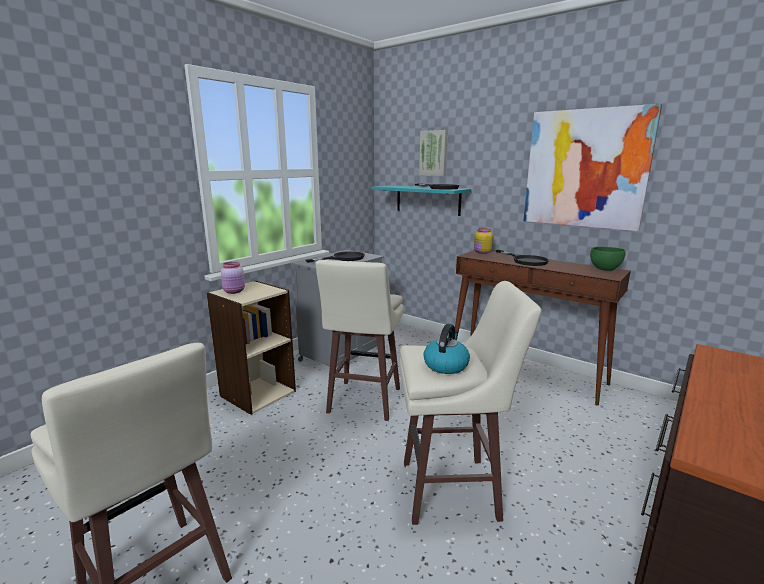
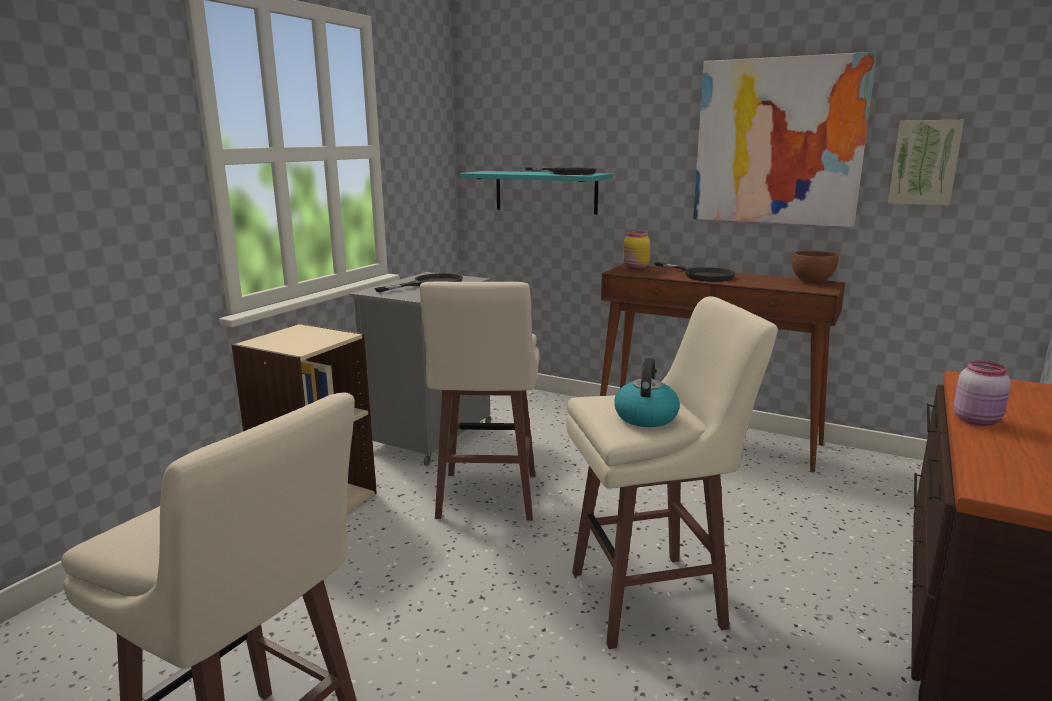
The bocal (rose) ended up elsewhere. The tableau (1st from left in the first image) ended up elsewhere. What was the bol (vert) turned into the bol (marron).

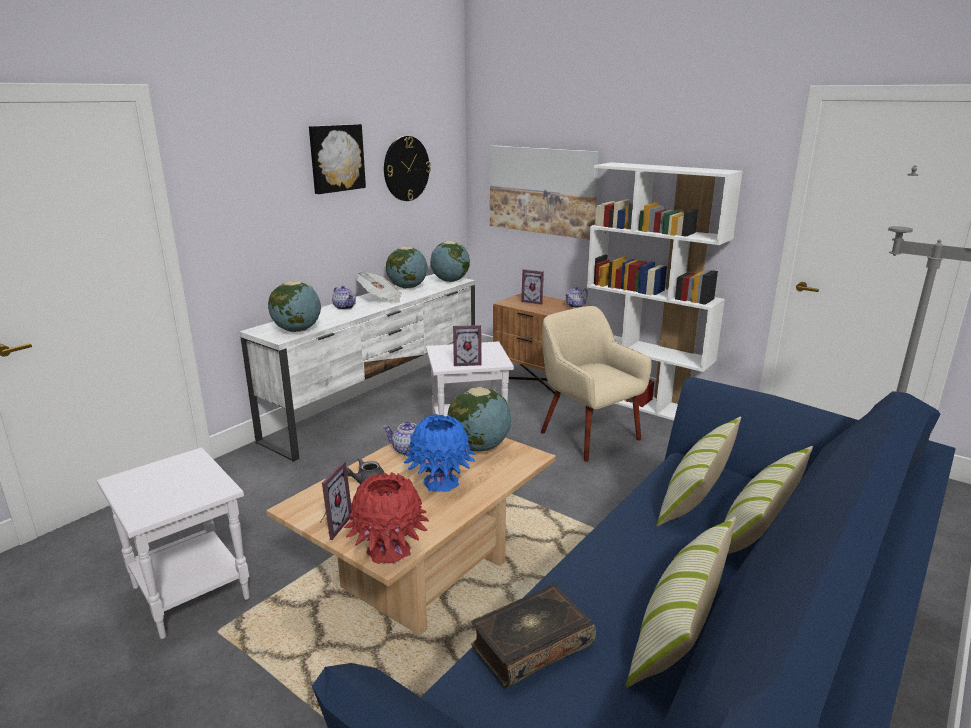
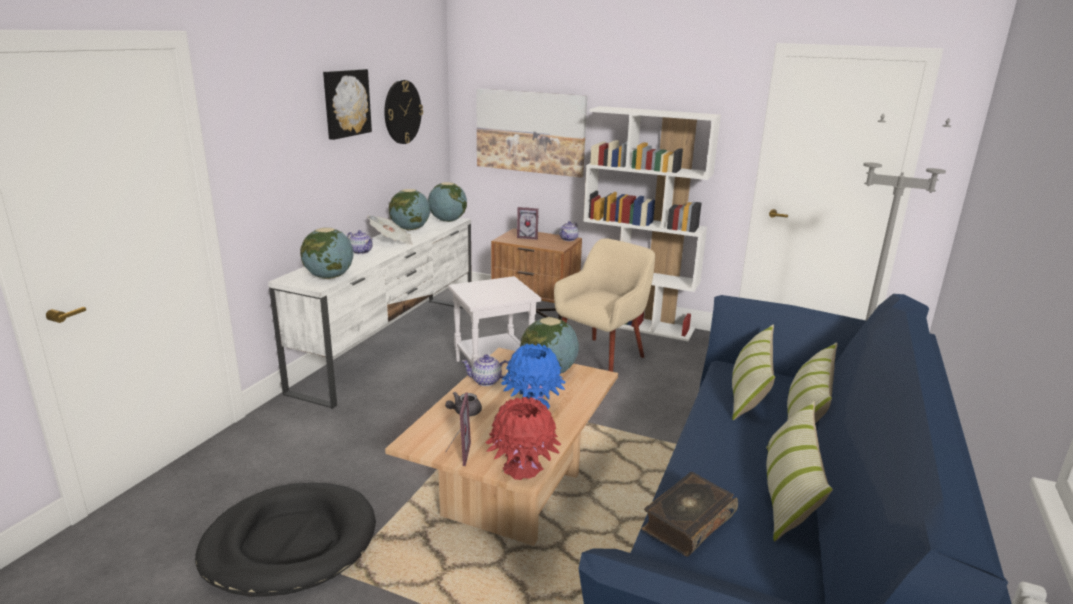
The second view lost the cadre photo (2nd from left). Where the table d'appoint (blanc) (1st from left) stood, the panier pour chien (noir) came to stand. The fauteuil (beige) ended up facing another way, 90 degrees clockwise from before.

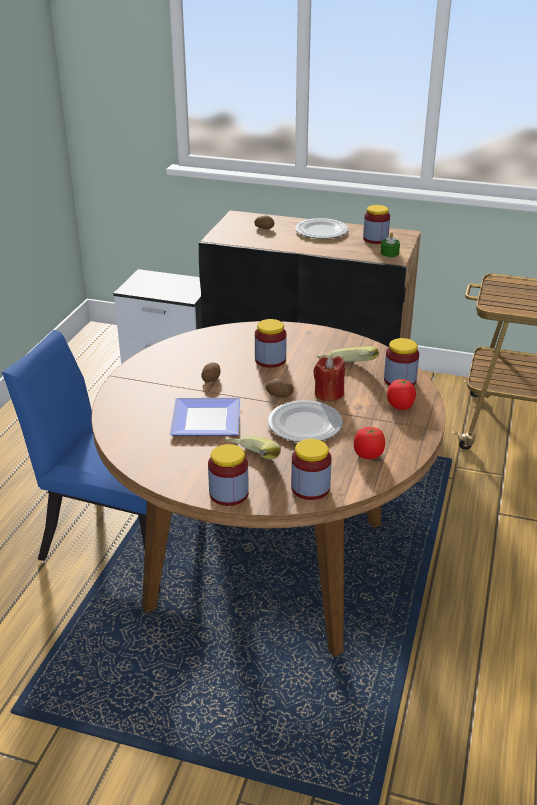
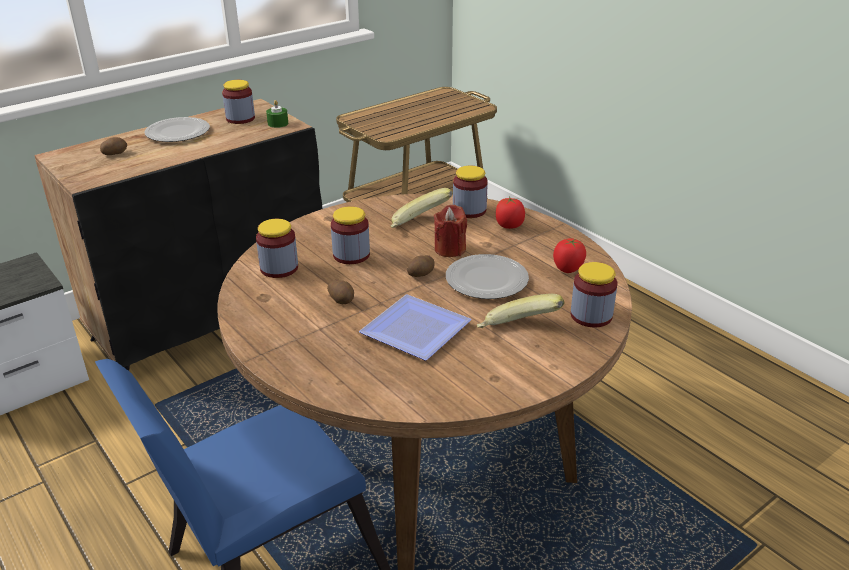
The bocal (1st from left in the first image) ended up elsewhere.

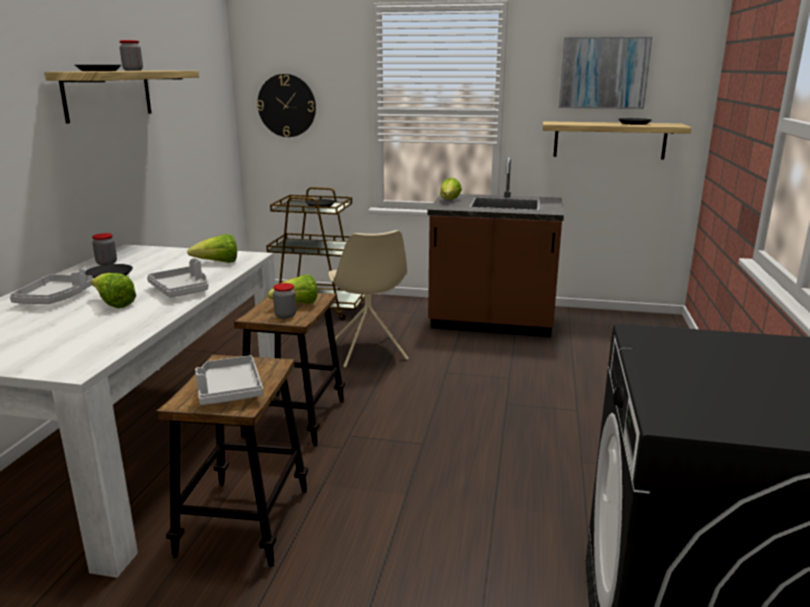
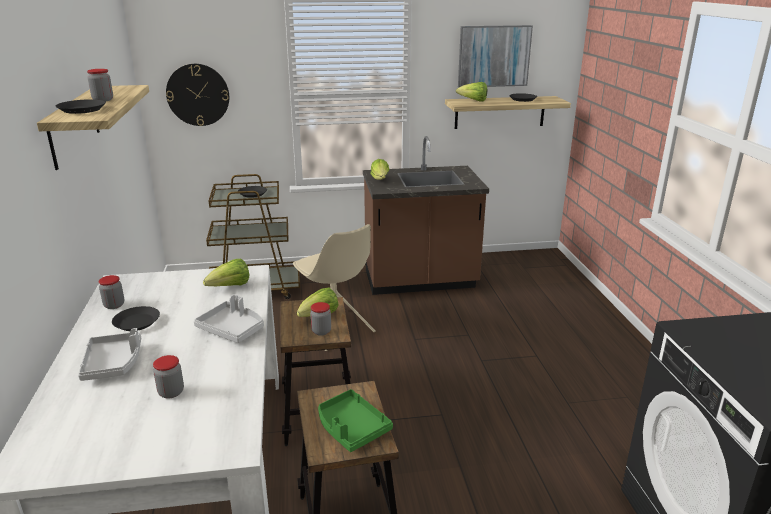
The second view gained the bocal (3rd from left). The laitue (1st from left in the first image) ended up elsewhere. What was the plateau (gris) (3rd from left) turned into the plateau (vert).

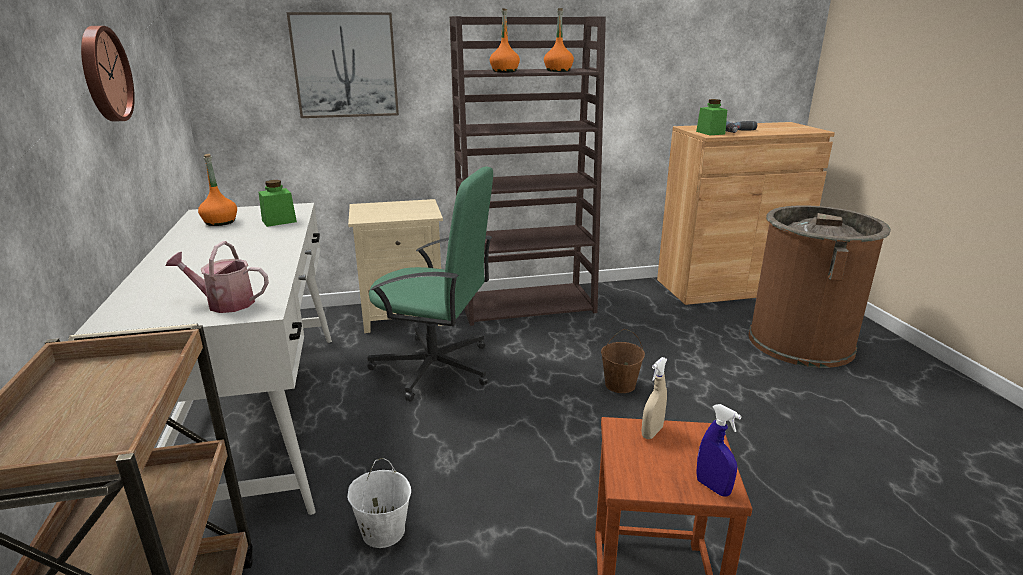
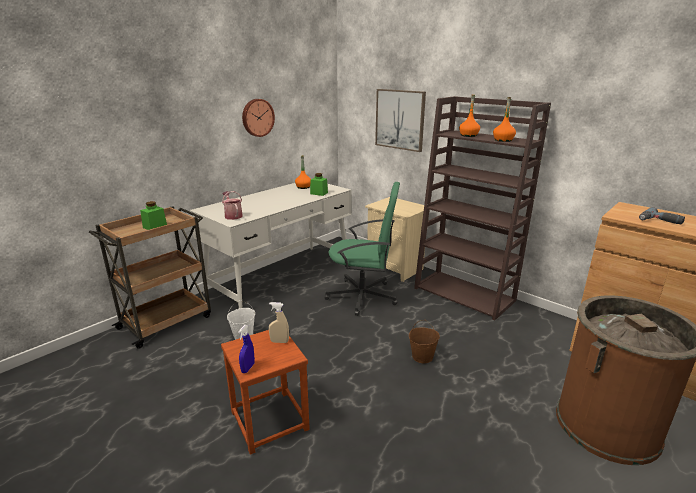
The bocal (vert) (2nd from left in the first image) ended up elsewhere. The chaise de bureau (vert) ended up facing another way, 60 degrees counterclockwise from before.

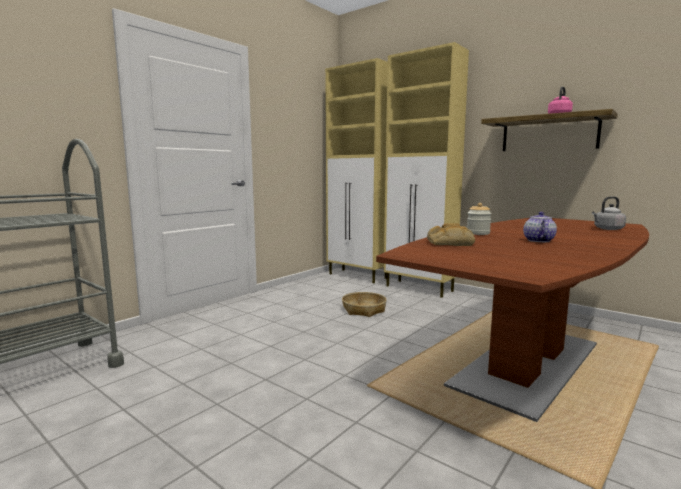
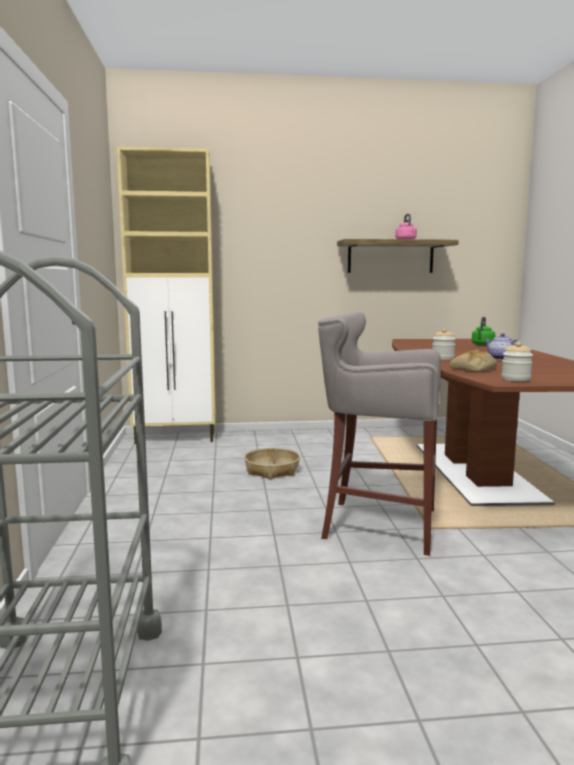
The second view lost the meuble de rangement (beige) (2nd from left). The second view gained the tabouret (gris). The second view gained the bocal (2nd from left). What was the bouilloire (gris) turned into the bouilloire (vert).

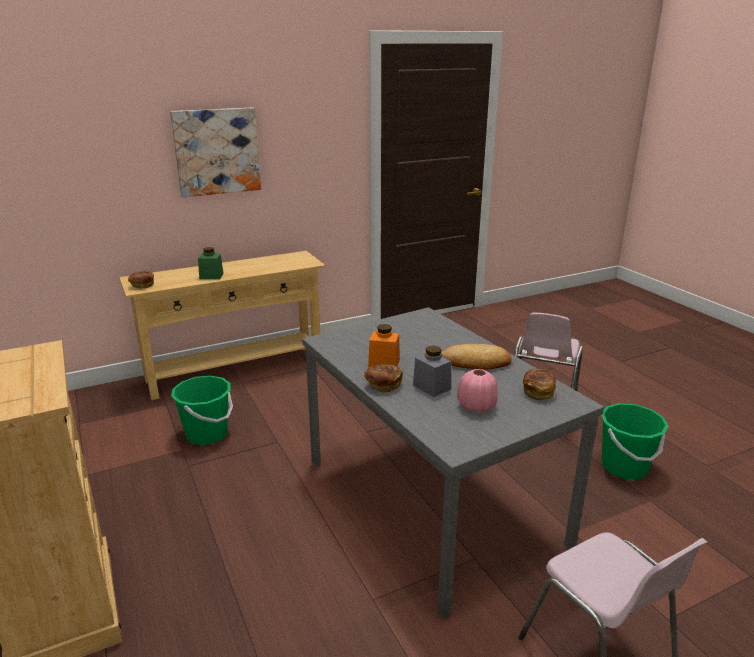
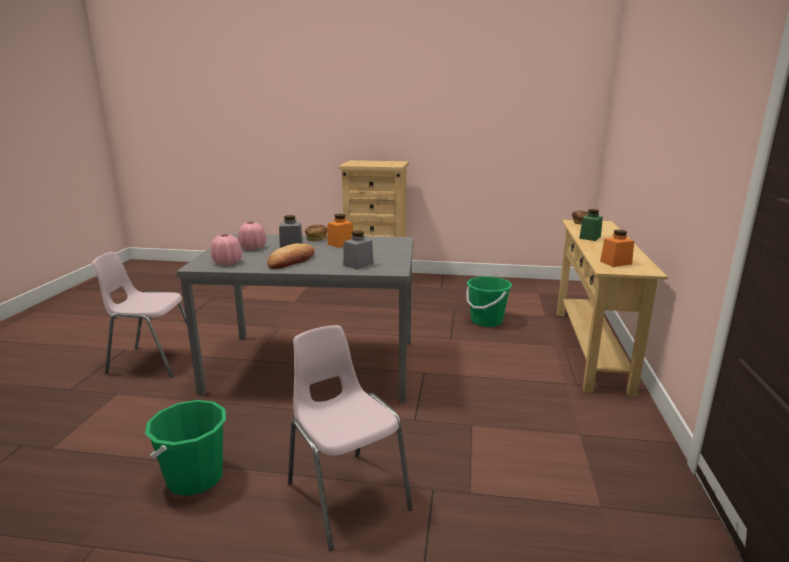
The second view lost the tableau. The second view gained the bocal (gris) (2nd from left). The second view gained the bocal (orange) (2nd from left). Where the pain (4th from left) stood, the vase (rose) (1st from left) came to stand.

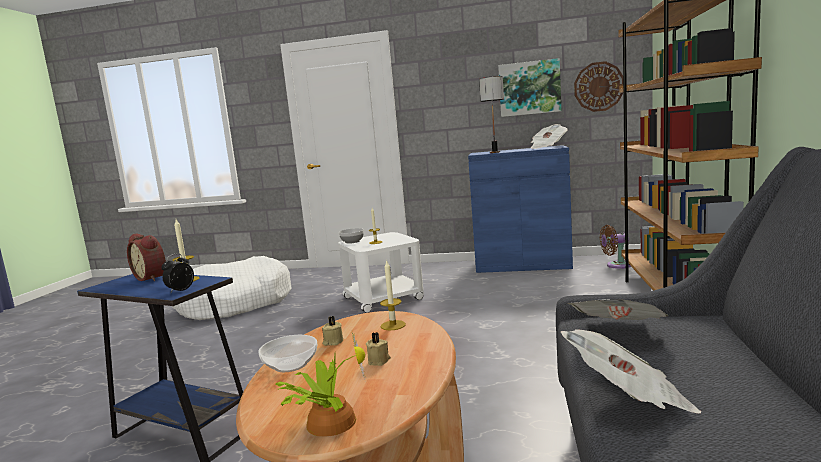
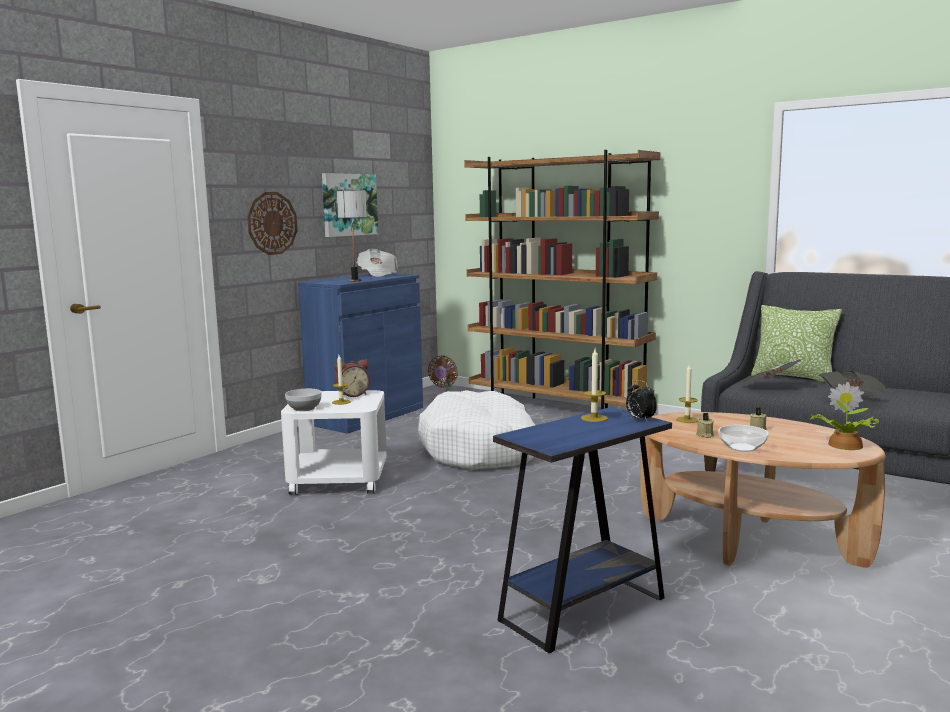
The second view gained the coussin. The réveil (1st from left) ended up elsewhere. The panier pour chien (blanc) ended up elsewhere. The horloge murale ended up elsewhere.

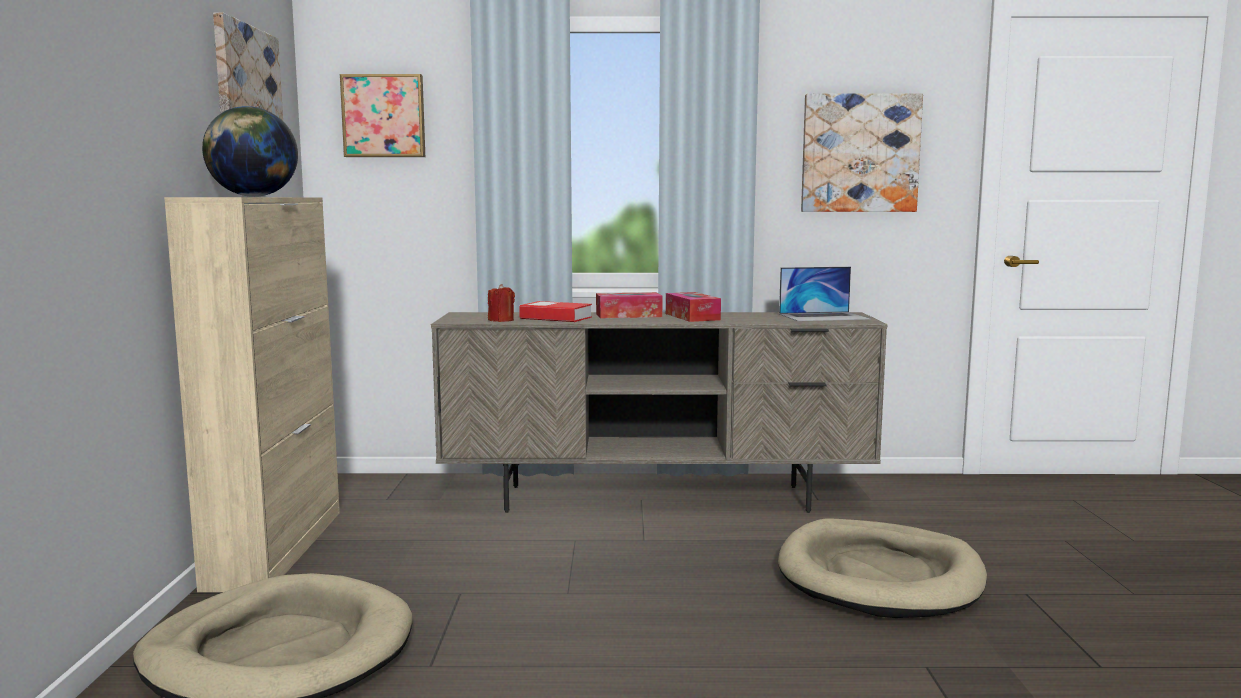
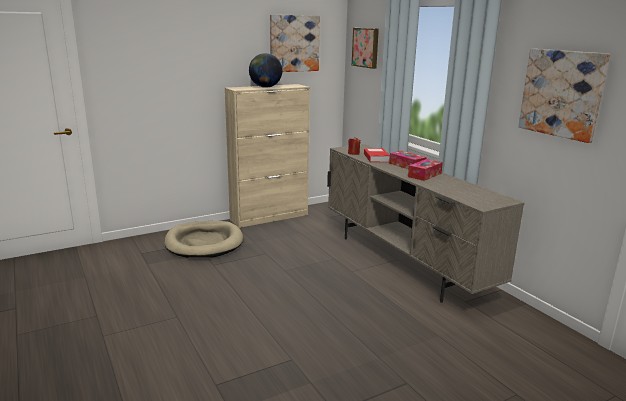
The second view lost the panier pour chien (beige) (2nd from left). The second view lost the ordinateur portable.

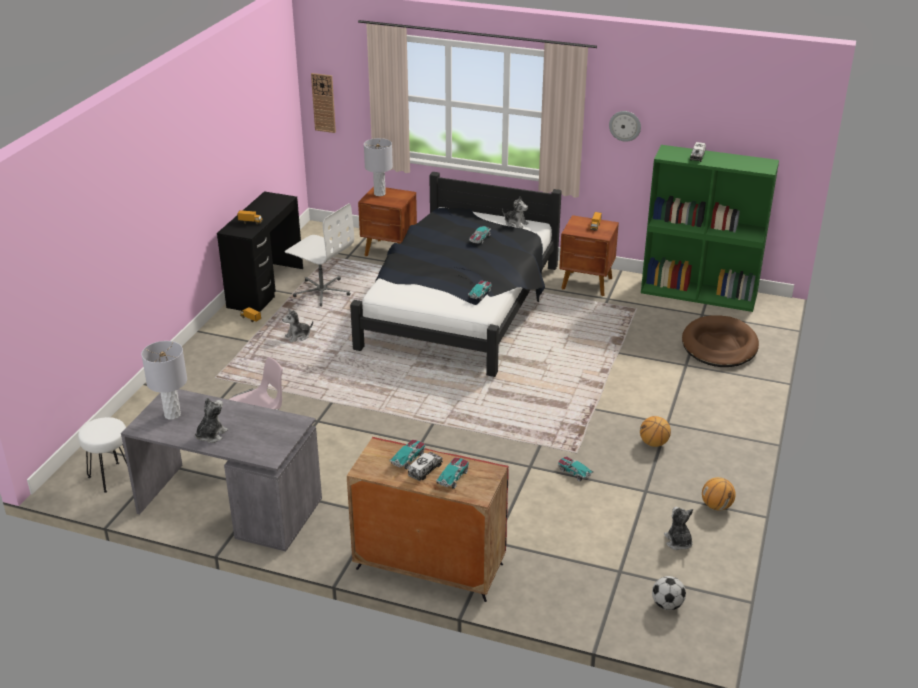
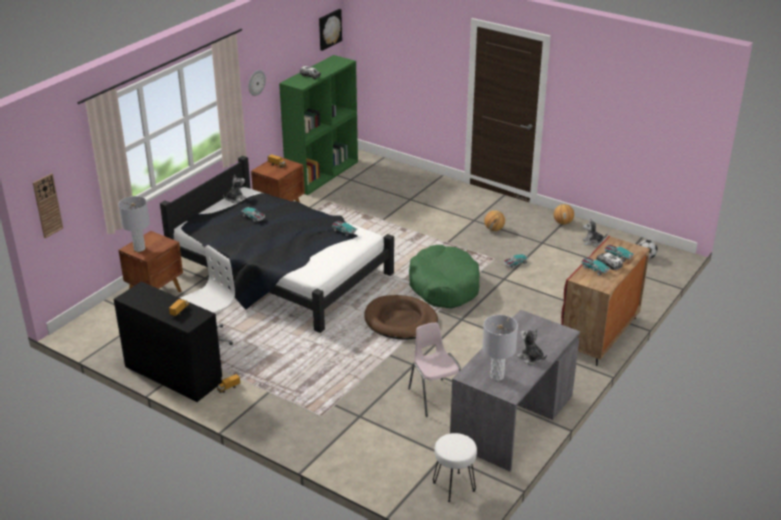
The second view lost the peluche (2nd from left). The second view gained the tableau. The second view gained the panier pour chien (vert). The panier pour chien (marron) ended up elsewhere.

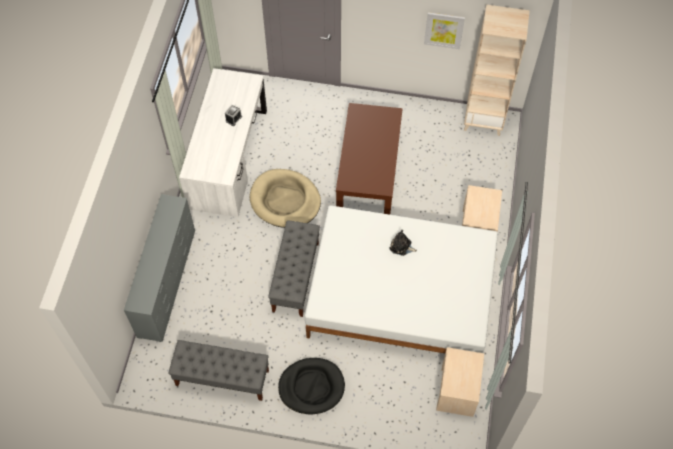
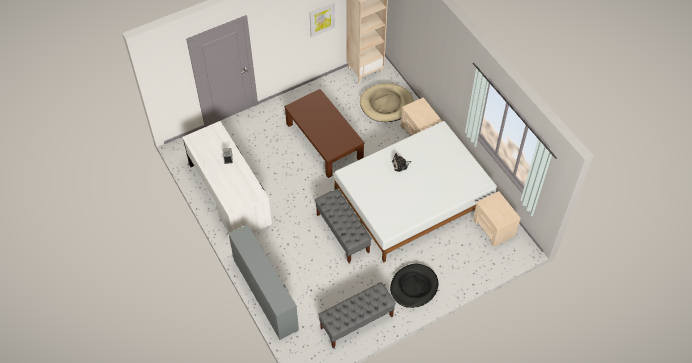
The panier pour chien (beige) ended up elsewhere.

